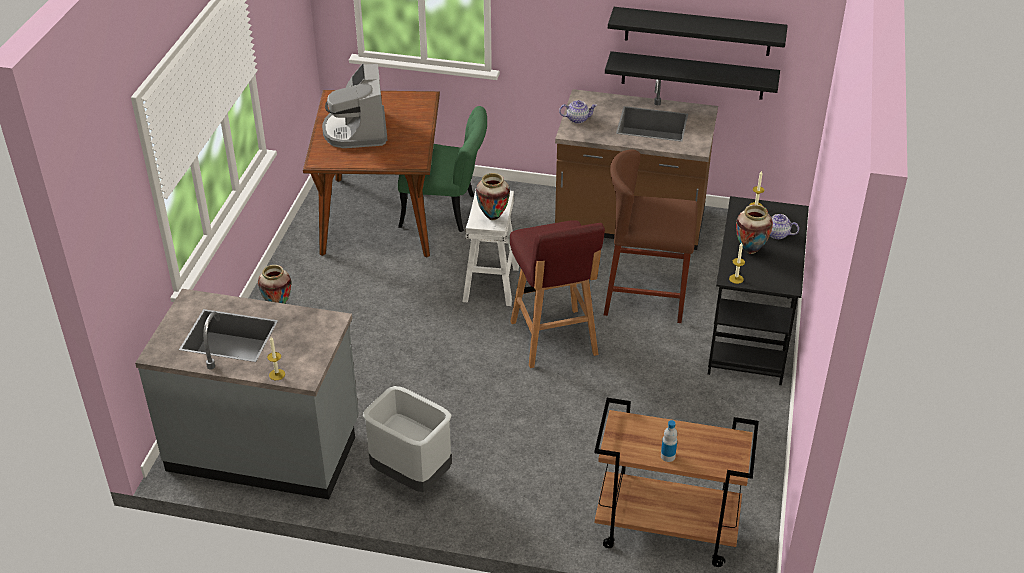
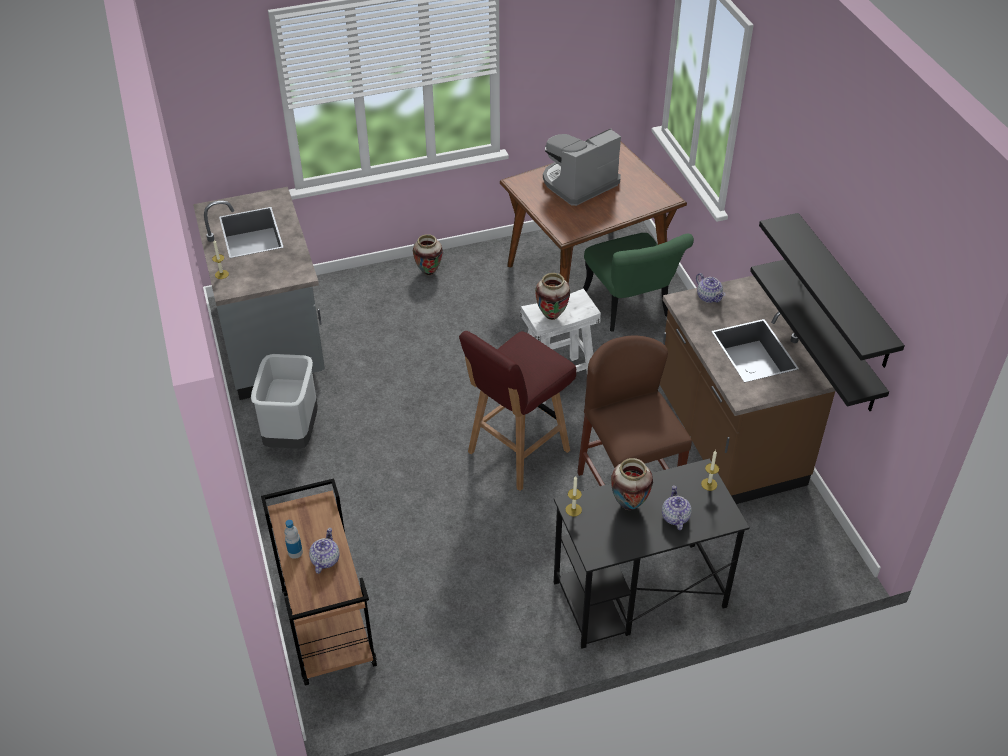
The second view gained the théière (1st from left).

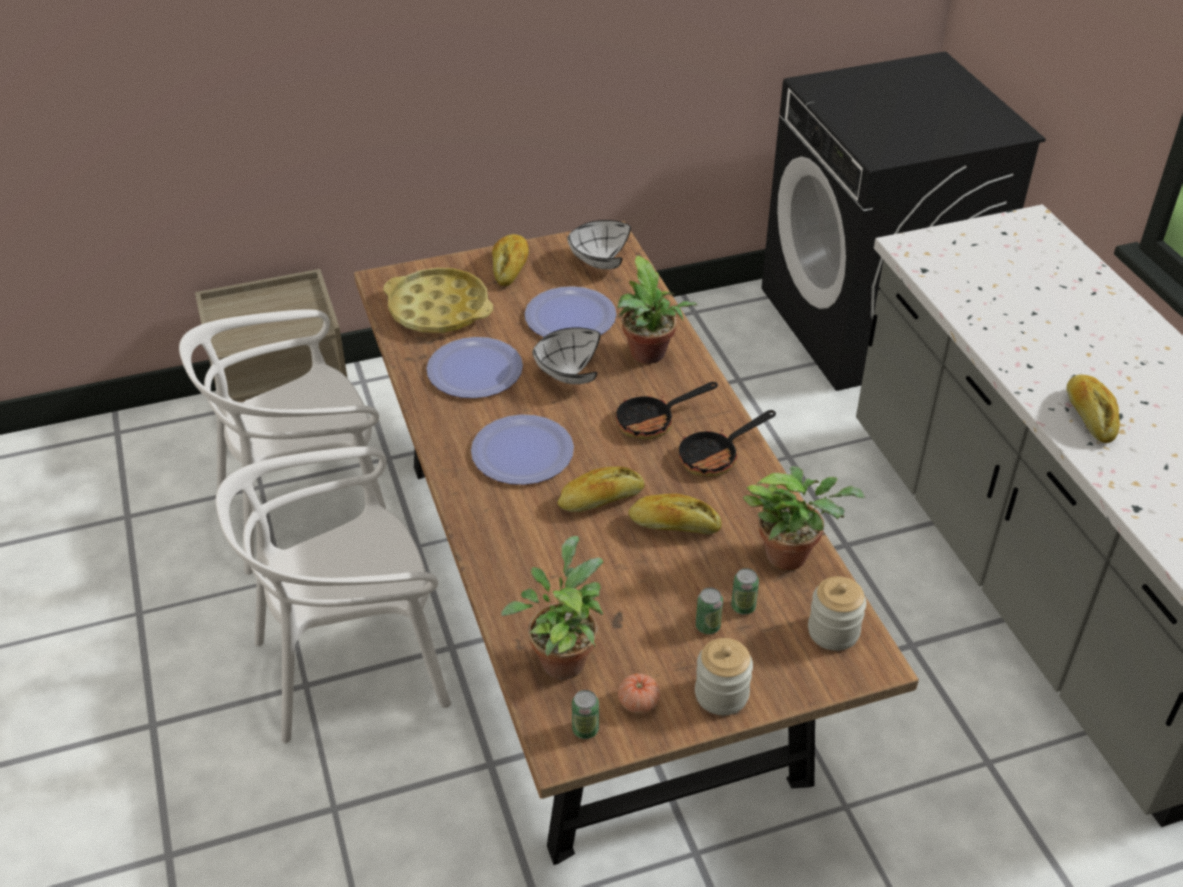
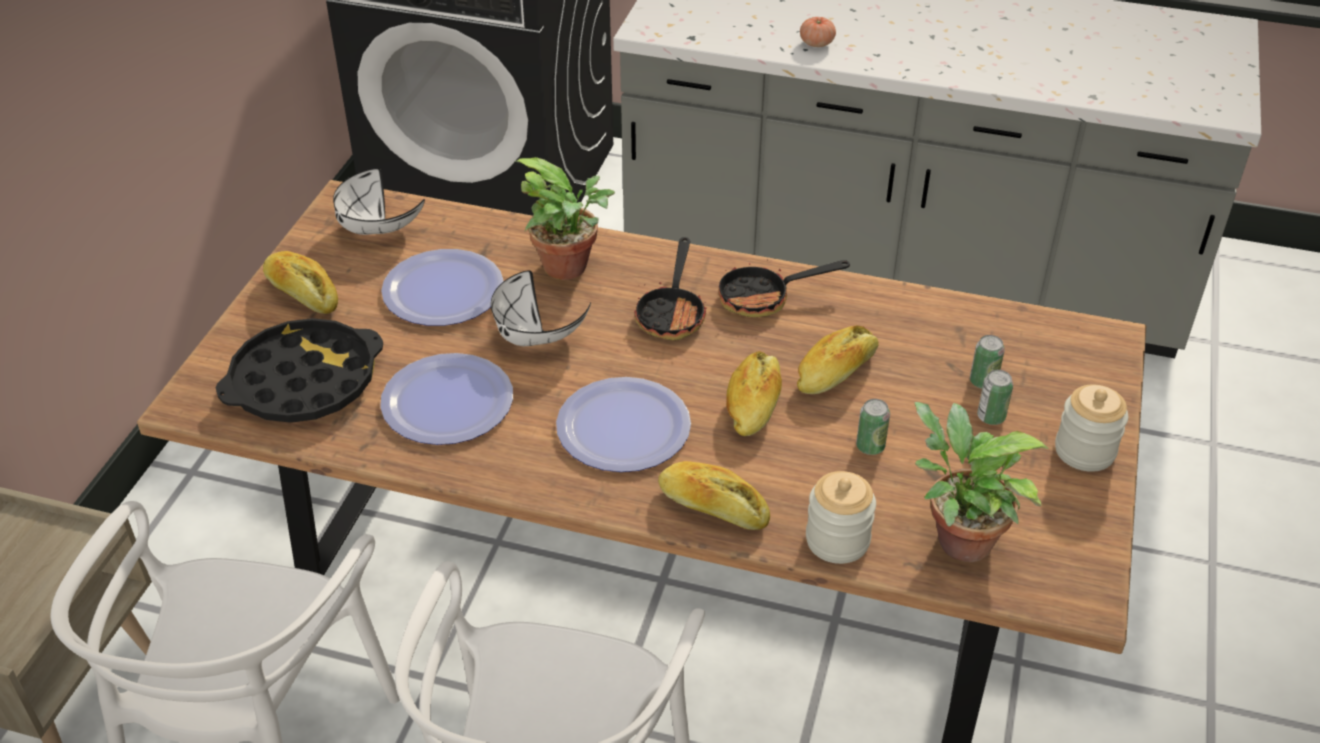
The second view lost the plante en pot (3rd from left). The boîte métallique (1st from left) ended up elsewhere. The tomate ended up elsewhere. The bocal (2nd from left in the first image) ended up elsewhere. The pain (4th from left in the first image) ended up elsewhere. What was the plateau (jaune) turned into the plateau (noir). The poêle (2nd from left) ended up facing another way, 75 degrees clockwise from before.

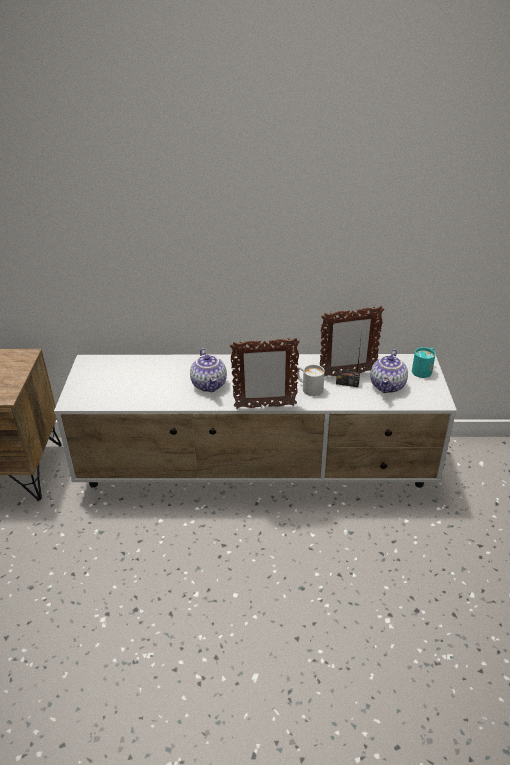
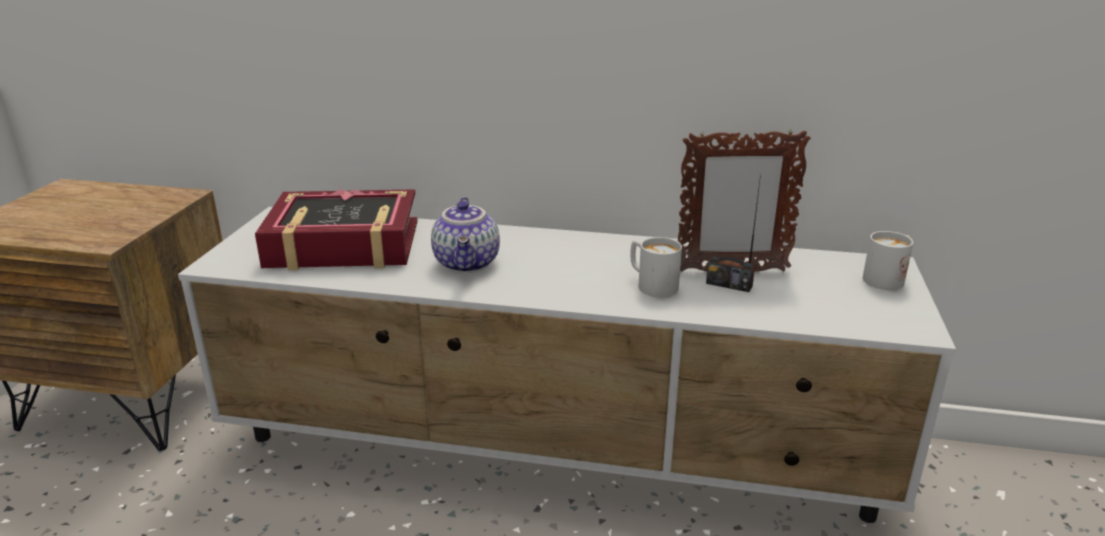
The second view lost the cadre photo (1st from left). The second view lost the théière (2nd from left). The second view gained the livre. What was the mug (turquoise) turned into the mug (blanc) (2nd from left).

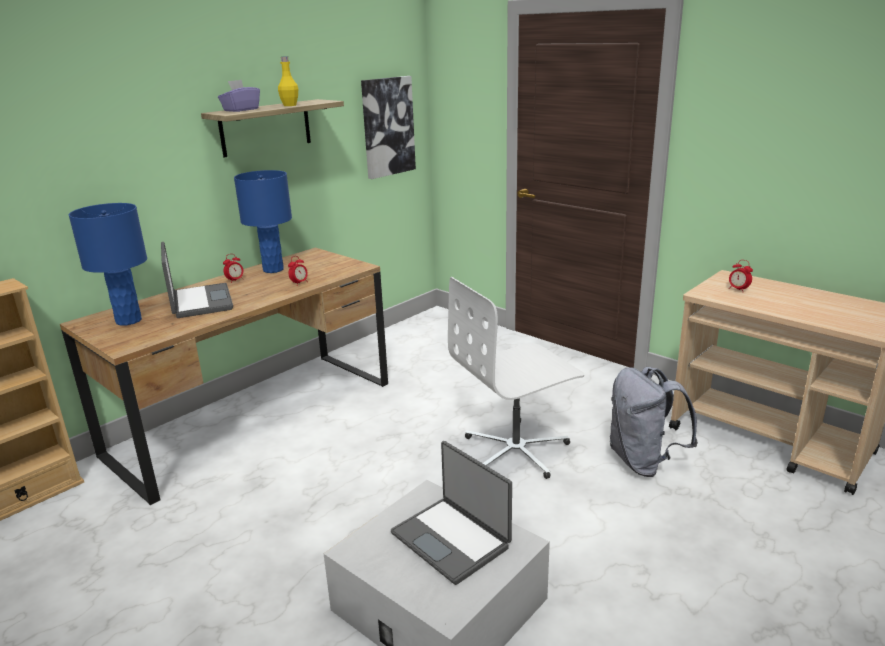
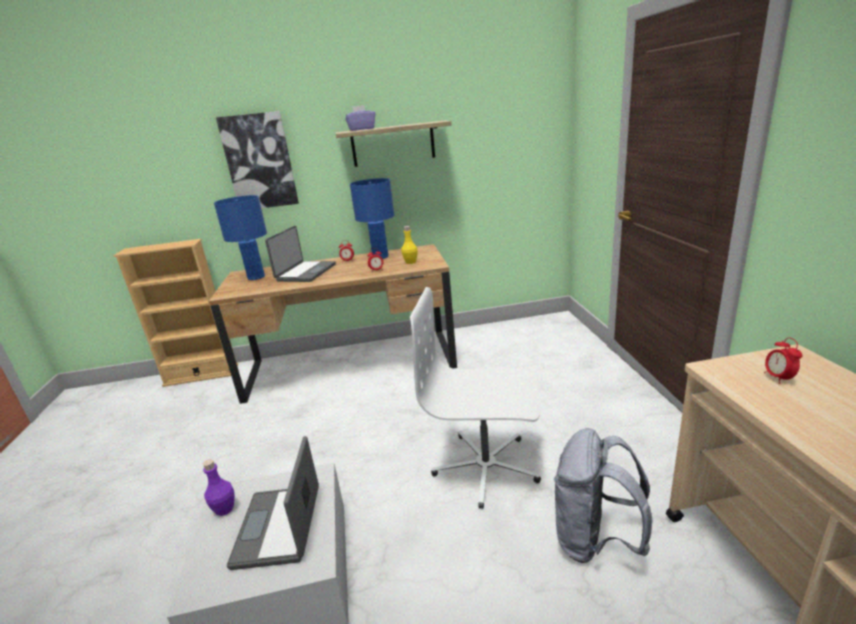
The second view gained the bouteille (violet). The bouteille (jaune) ended up elsewhere. The tableau ended up elsewhere.

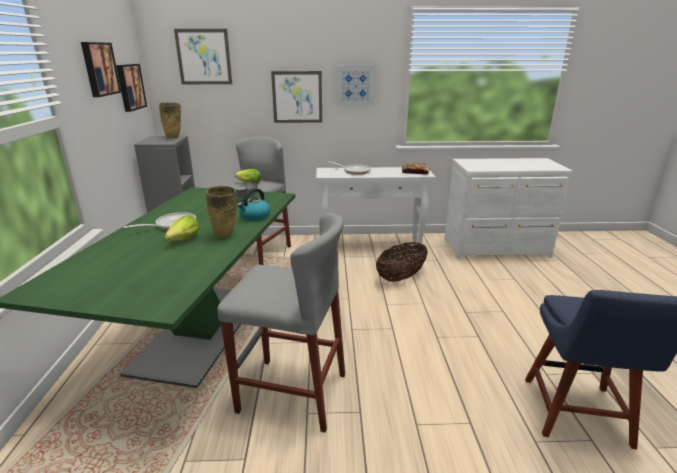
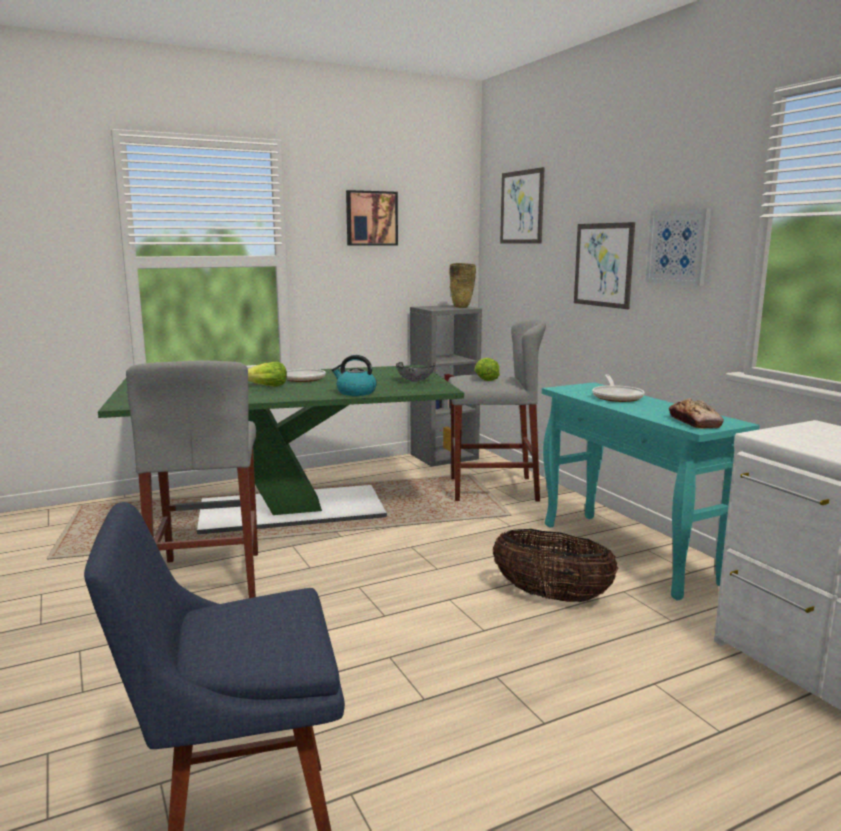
The second view lost the tableau (2nd from left). The second view lost the vase (beige) (2nd from left). What was the table console (blanc) turned into the table console (turquoise).

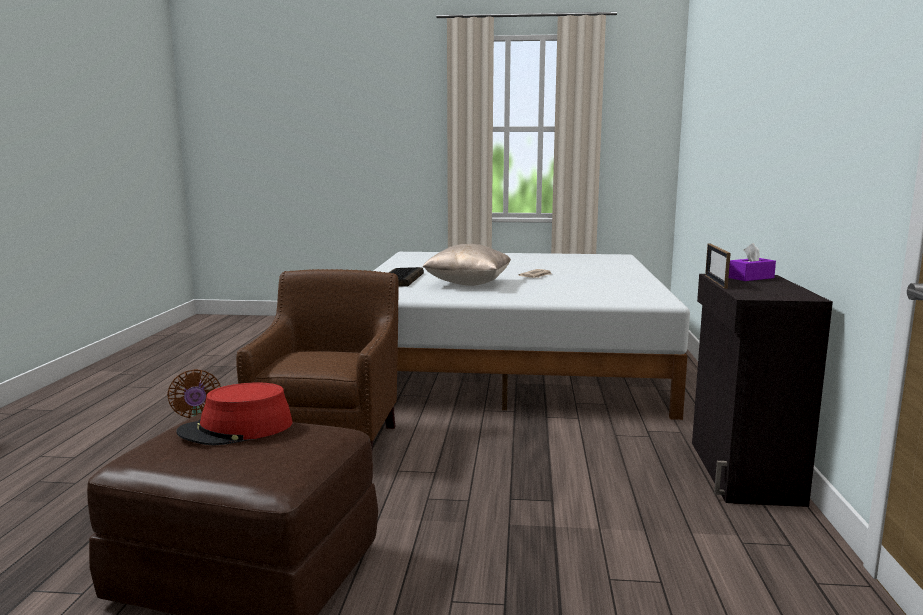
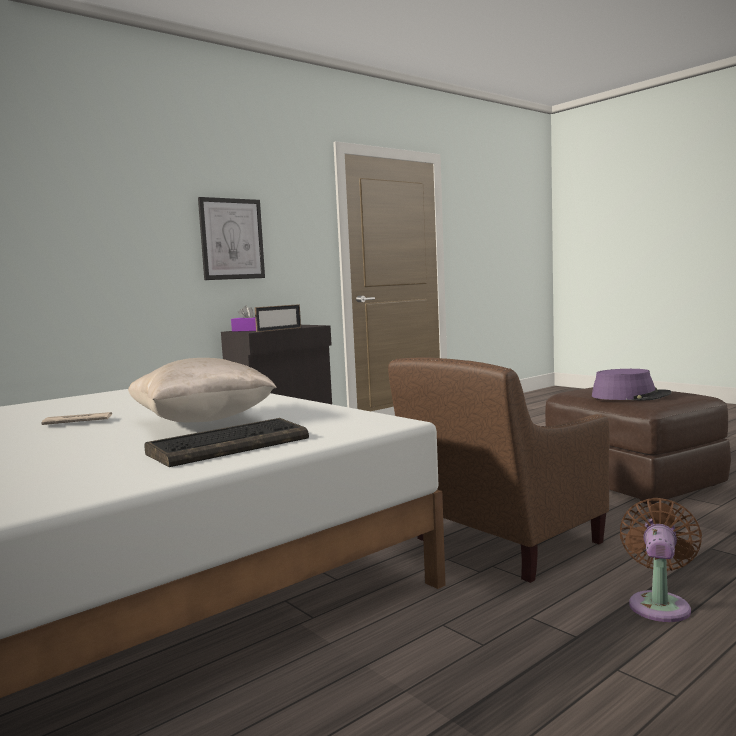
The second view gained the tableau. What was the chapeau (rouge) turned into the chapeau (violet).

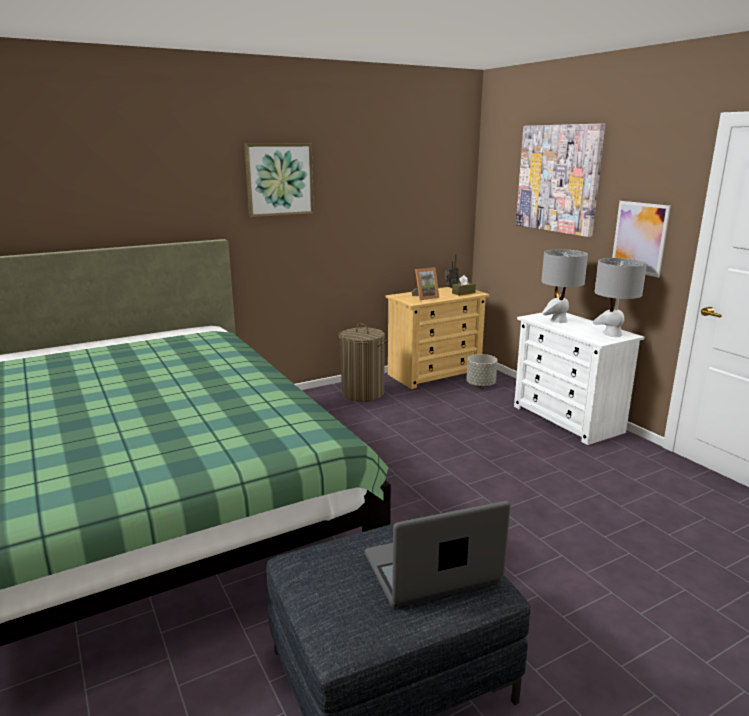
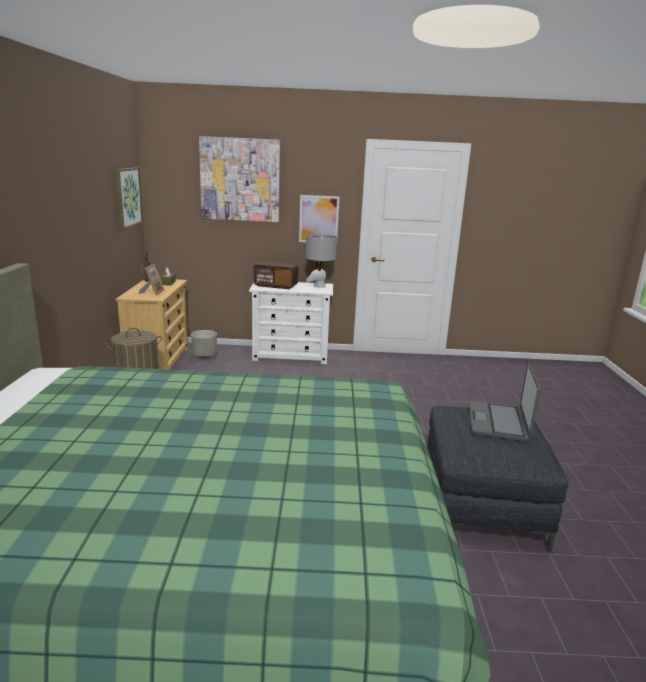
The tableau (1st from left) ended up elsewhere. Where the lampe de table (gris) (1st from left) stood, the radio (2nd from left) came to stand.

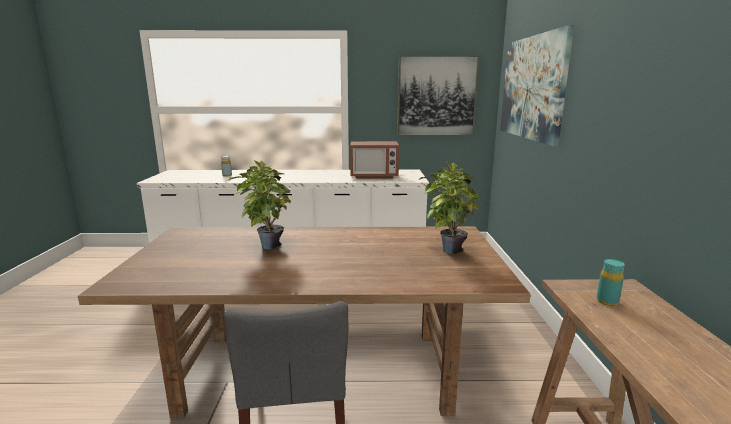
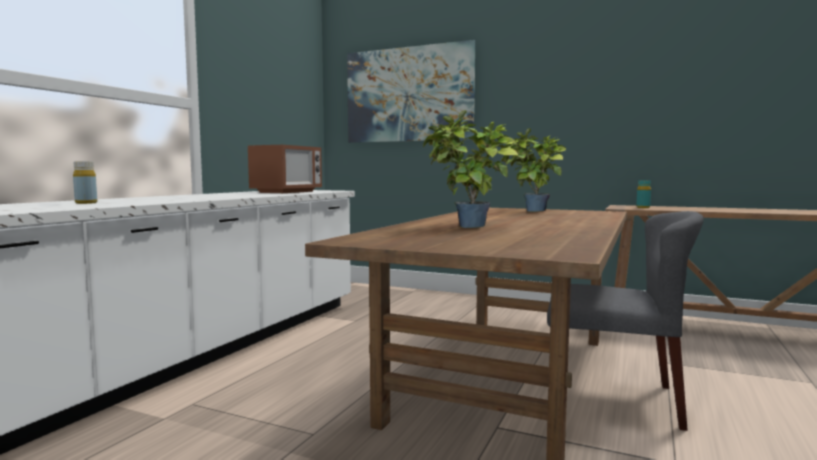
The second view lost the tableau (1st from left).

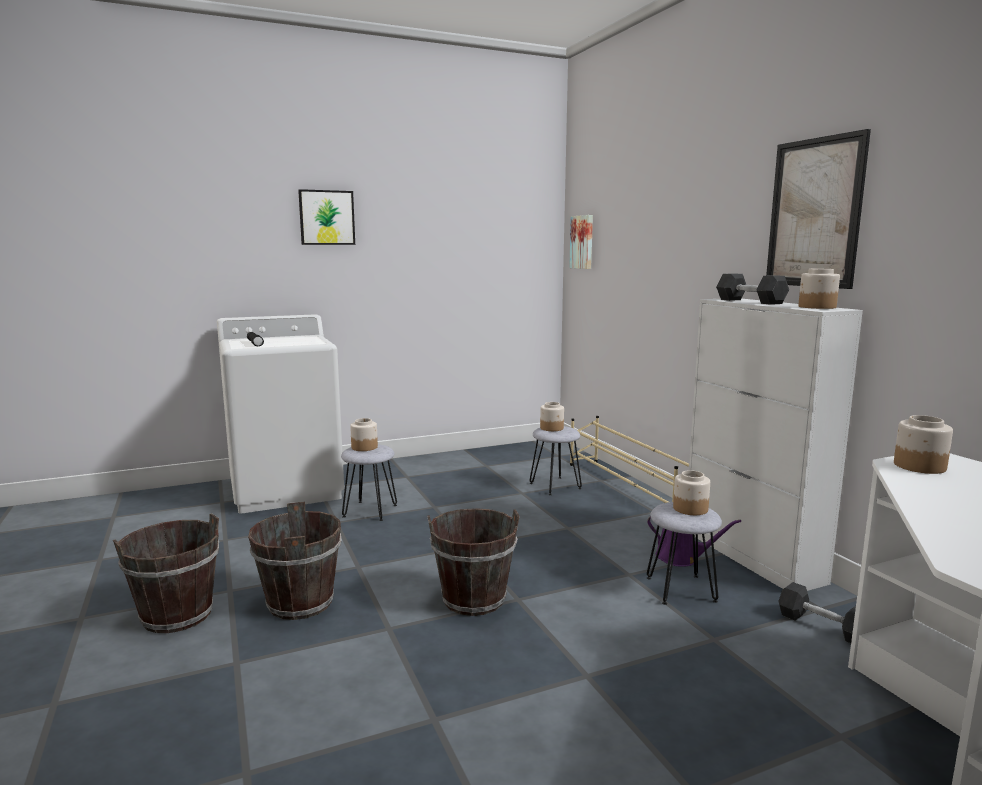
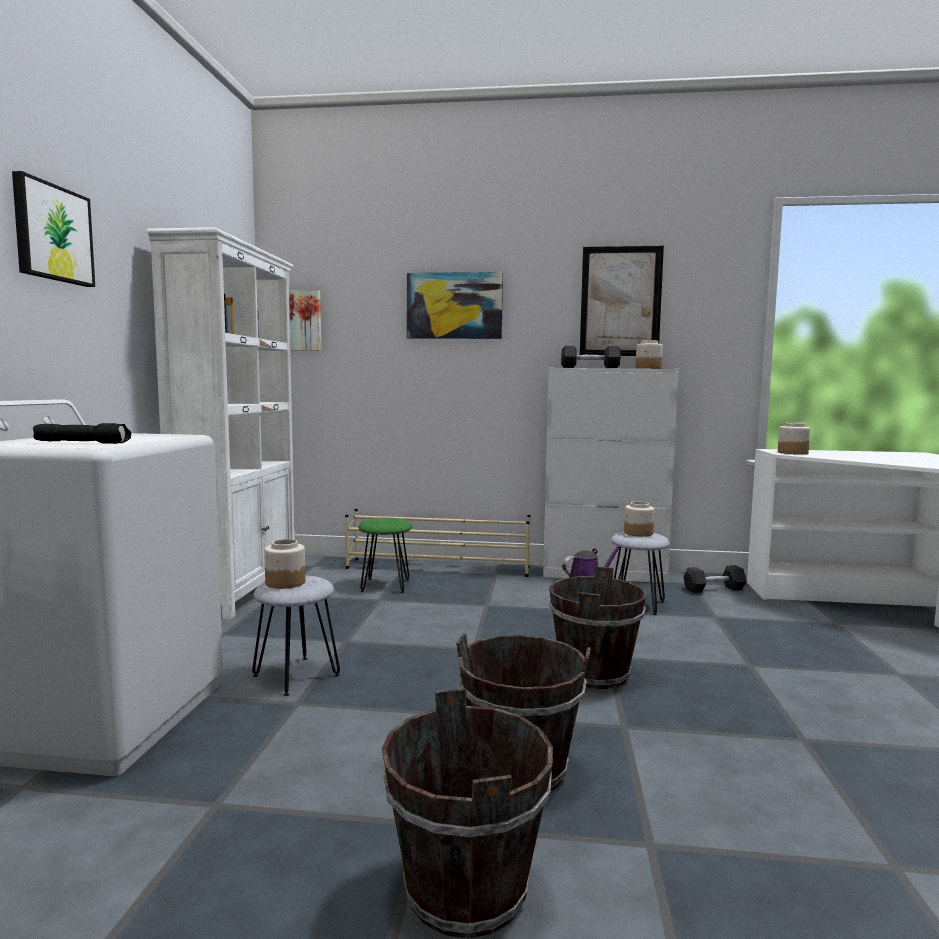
The second view lost the bocal (2nd from left). The second view gained the bibliothèque (blanc). The second view gained the tableau (3rd from left). What was the tabouret (gris) (2nd from left) turned into the tabouret (vert).

